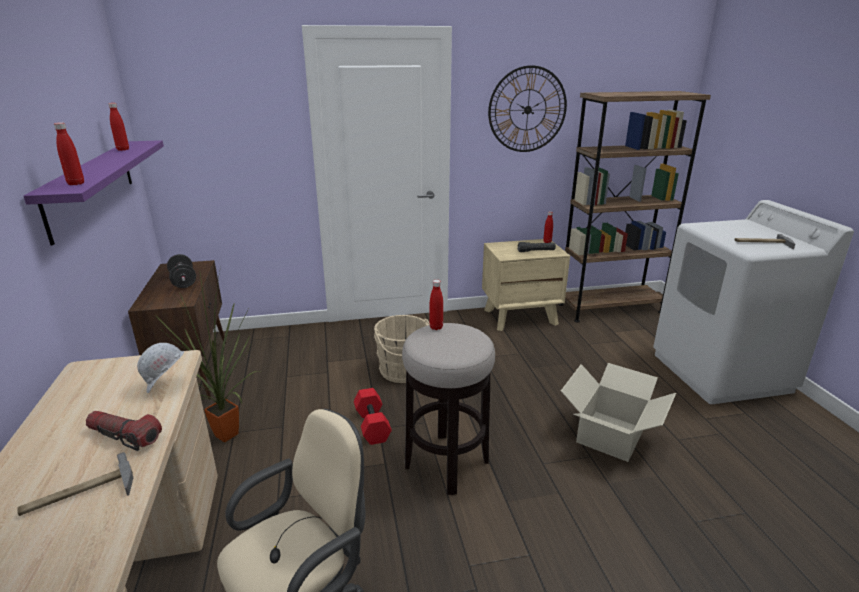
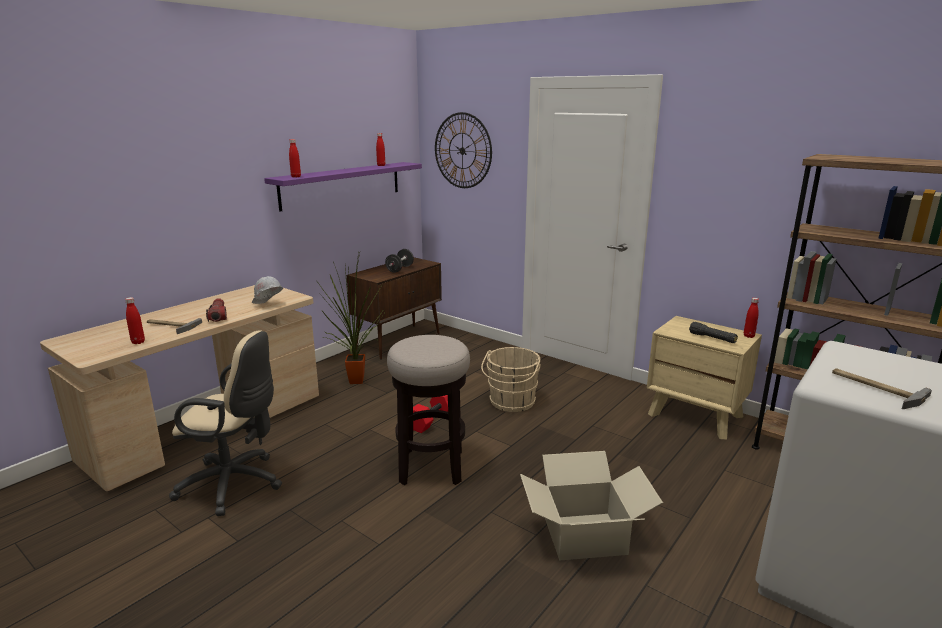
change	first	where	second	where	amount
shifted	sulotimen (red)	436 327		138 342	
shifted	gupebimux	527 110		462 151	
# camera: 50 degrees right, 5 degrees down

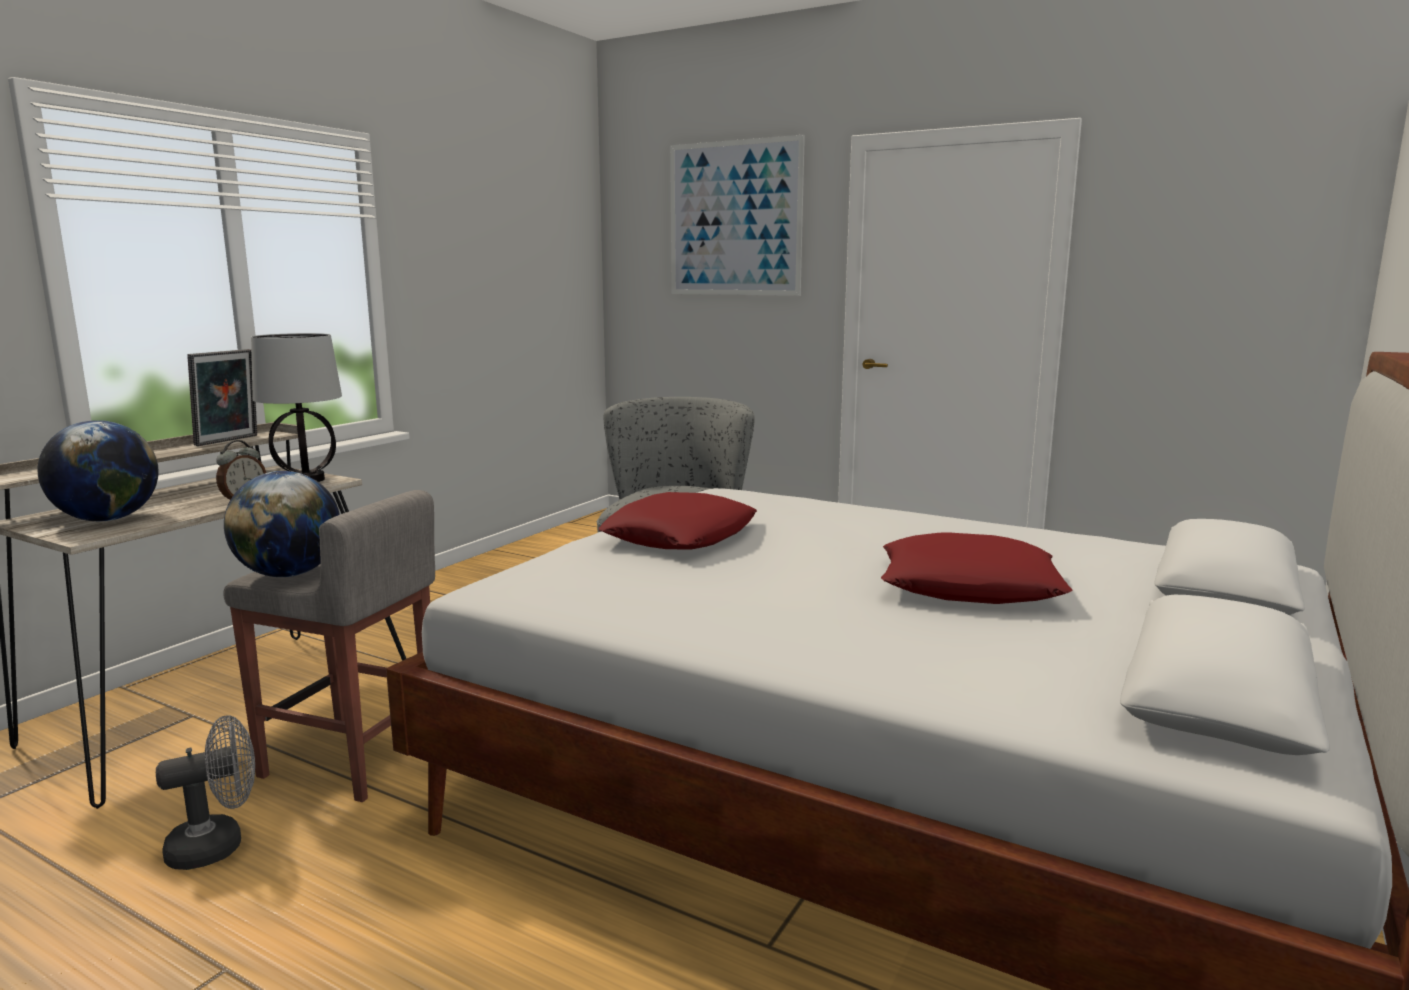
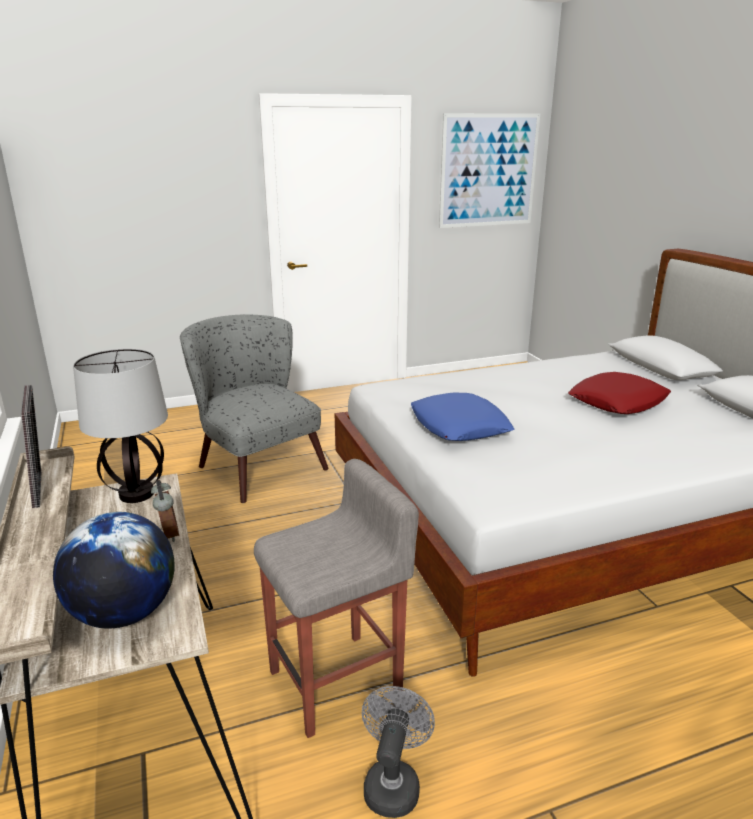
change	first	where	second	where	amount
gone	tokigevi	289 574			
repainted	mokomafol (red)	680 536	mokomafol (blue)	459 426	
shifted	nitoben	734 219		488 171	
# camera: 50 degrees left, 10 degrees up

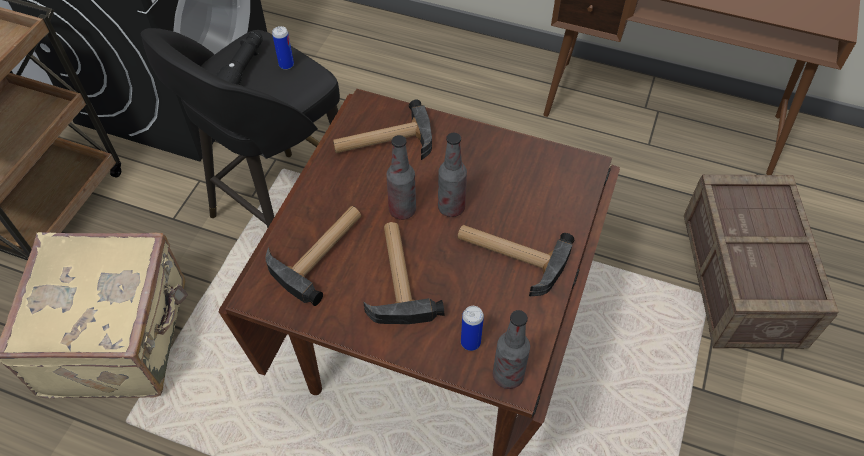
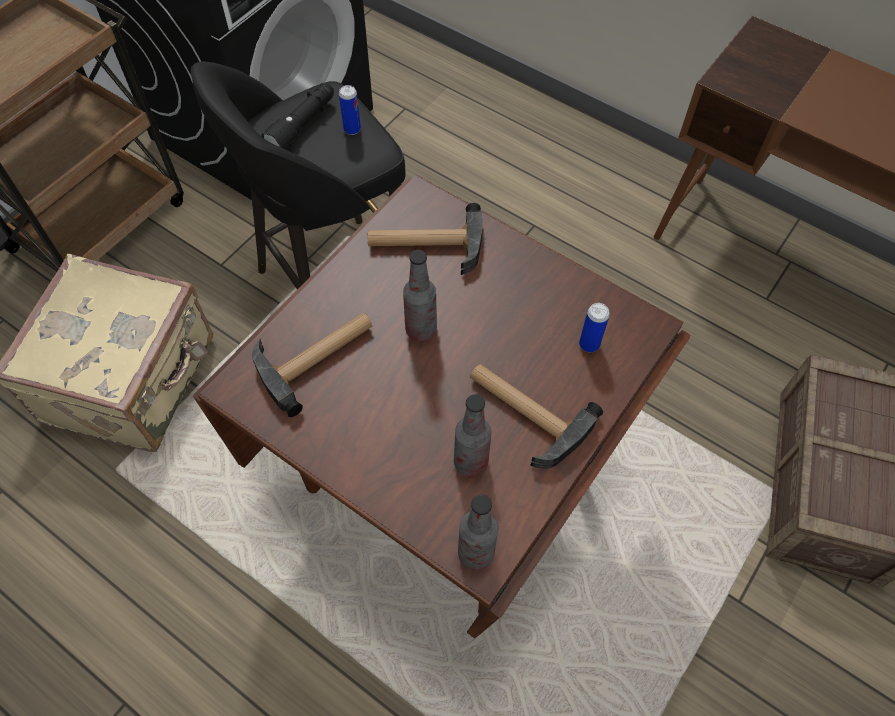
change	first	where	second	where	amount
gone	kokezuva	397 276			
shifted	sulotimen	451 207		470 462	
shifted	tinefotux	470 342		589 344	
# camera: 15 degrees right, 5 degrees up

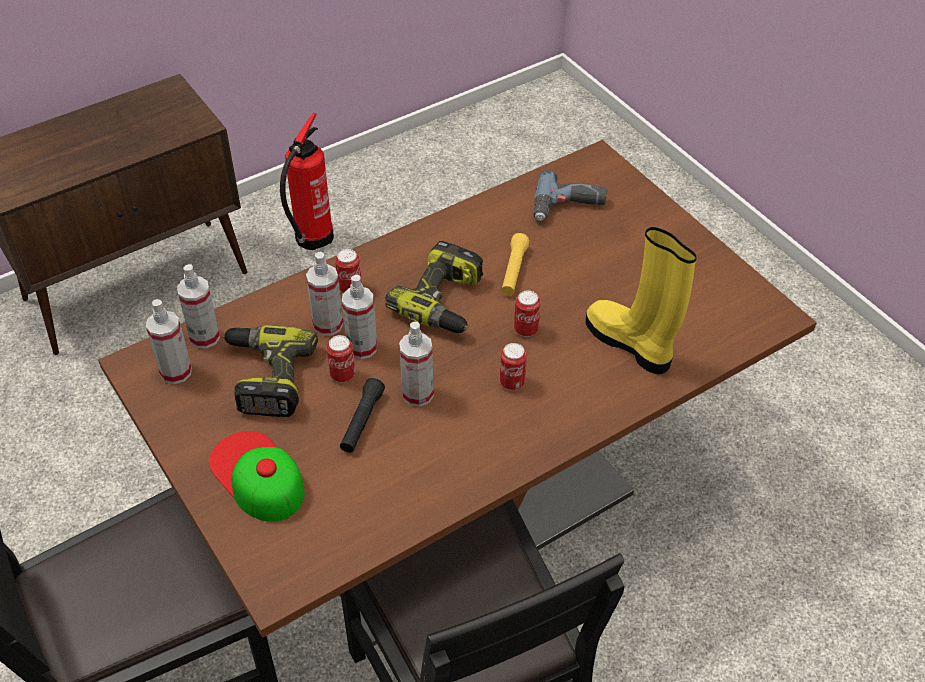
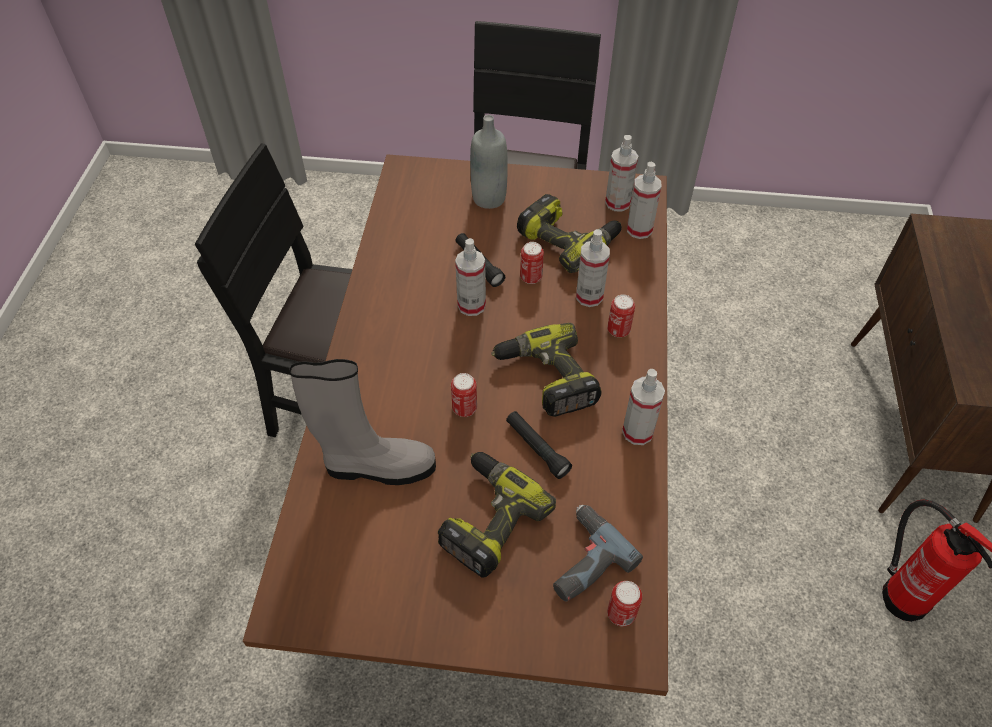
change	first	where	second	where	amount
swapped	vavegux	257 476	sulotimen (grey)	489 198	
shifted	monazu	362 347		637 432	
shifted	tinefotux	512 382		621 614	
repainted	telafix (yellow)	514 271	telafix (black)	537 448	
repainted	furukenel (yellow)	631 344	furukenel (grey)	377 467	
new			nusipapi	487 518	
# camera: 130 degrees right, 5 degrees up

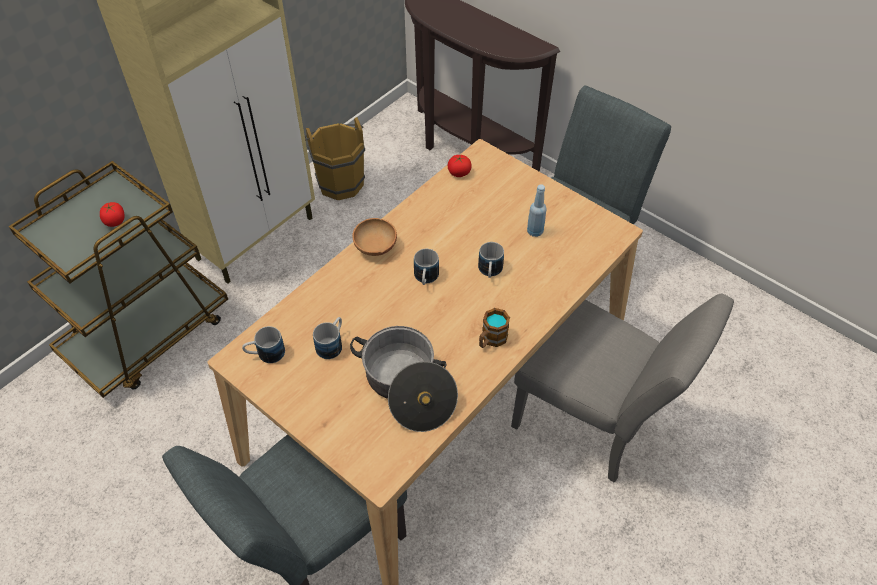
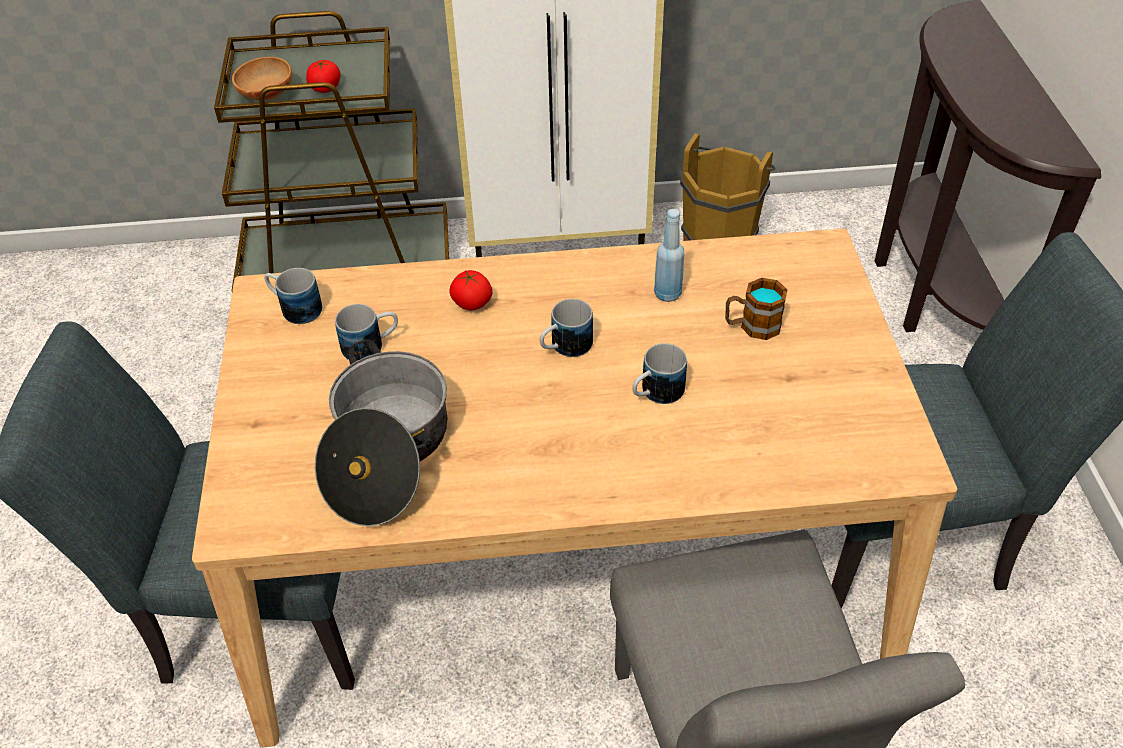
change	first	where	second	where	amount
shifted	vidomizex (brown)	375 248		265 95	
shifted	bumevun	459 173		472 303	
shifted	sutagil	491 340		752 326	
shifted	sulotimen (blue)	535 231		668 294	
# camera: 45 degrees right, 5 degrees down

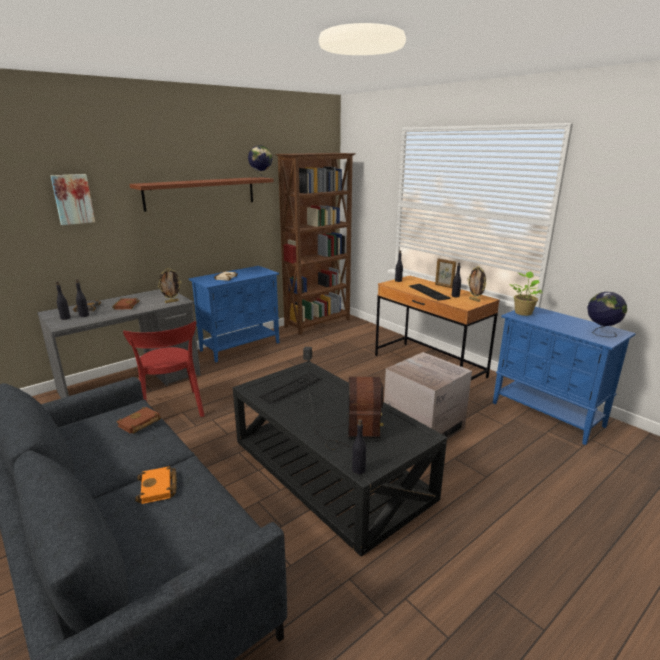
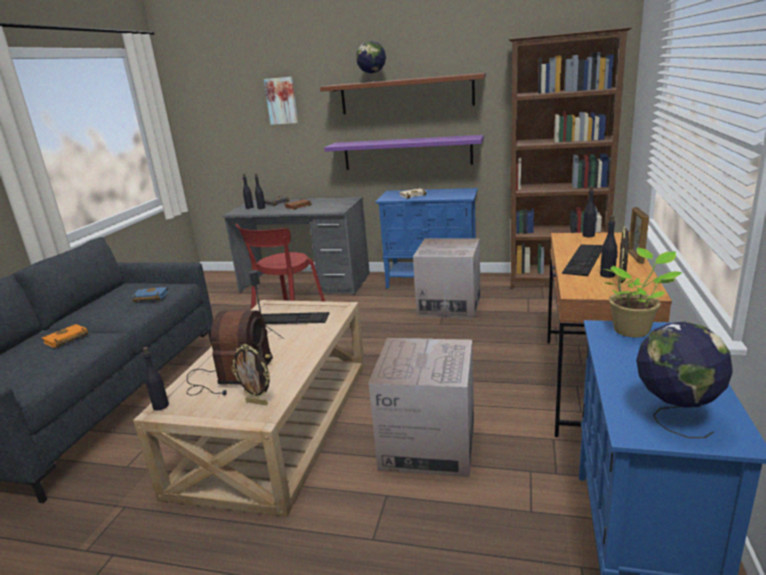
change	first	where	second	where	amount
repainted	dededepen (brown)	139 424	dededepen (blue)	149 297	
shifted	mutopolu	171 301		257 402	
repainted	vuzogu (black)	328 469	vuzogu (beige)	276 422	
shifted	tokigevi	261 178		373 82	
rotated	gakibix	352 432		230 376	45 degrees counterclockwise
new			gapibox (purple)	407 153	
new			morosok	449 305	
# camera: 55 degrees right, 0 degrees up

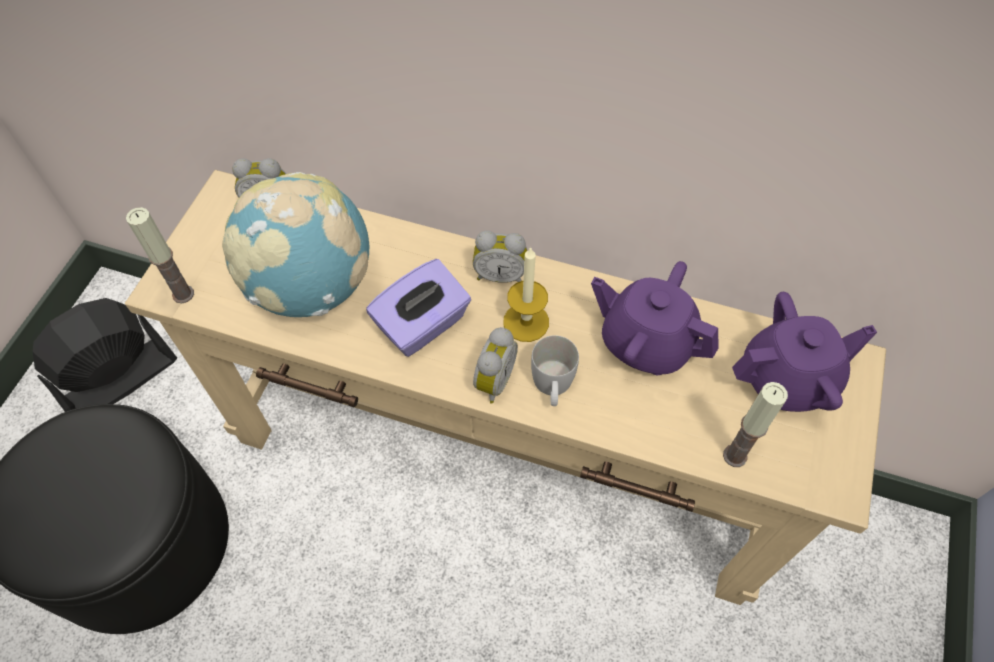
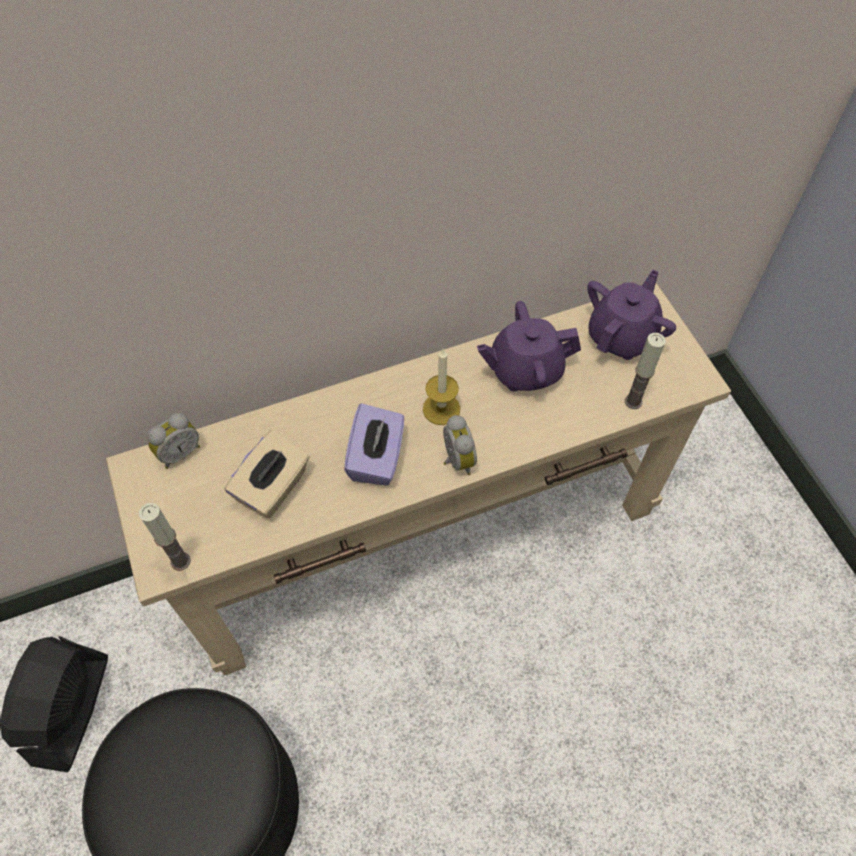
change	first	where	second	where	amount
swapped	tokigevi	312 286	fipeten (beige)	273 488	
gone	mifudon	500 274			
gone	sutagil (white)	552 387			
# camera: 40 degrees left, 0 degrees up

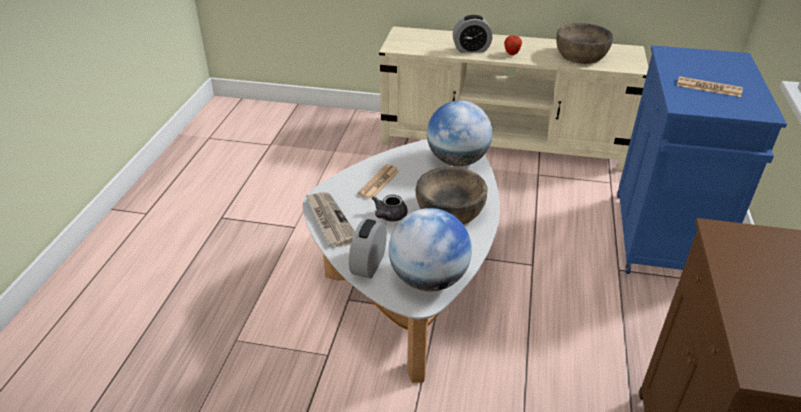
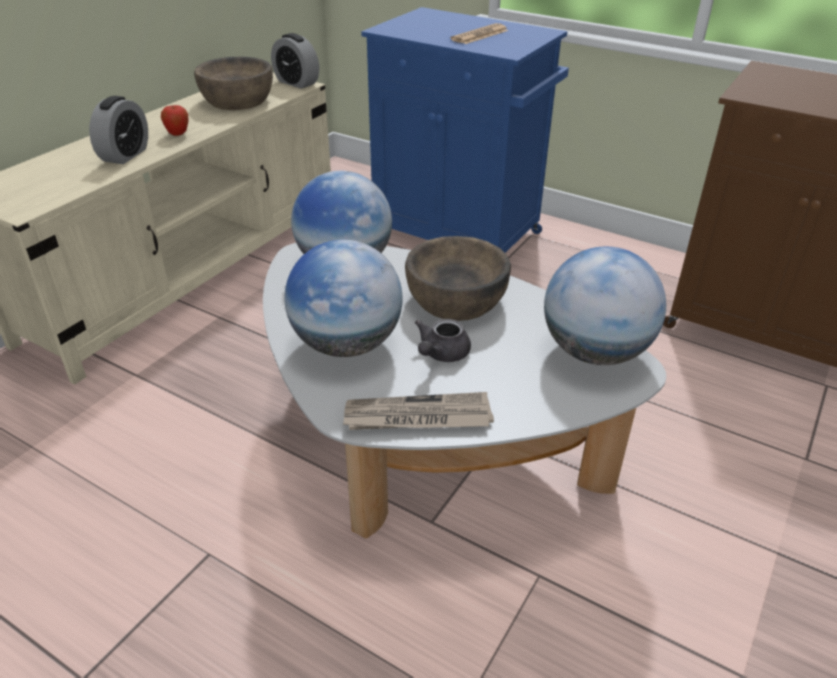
change	first	where	second	where	amount
shifted	mifudon	368 265		296 83	
swapped	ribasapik	379 182	tokigevi	347 344	
rotated	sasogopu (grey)	389 217		441 354	75 degrees clockwise
# camera: 70 degrees left, 0 degrees up

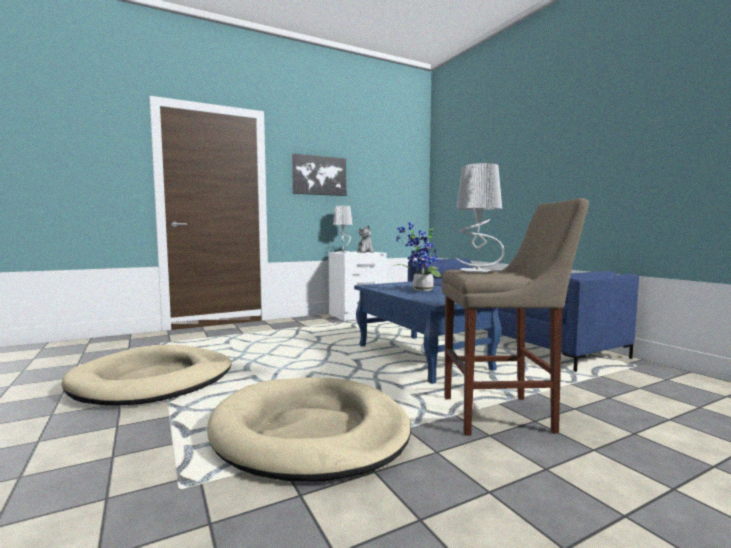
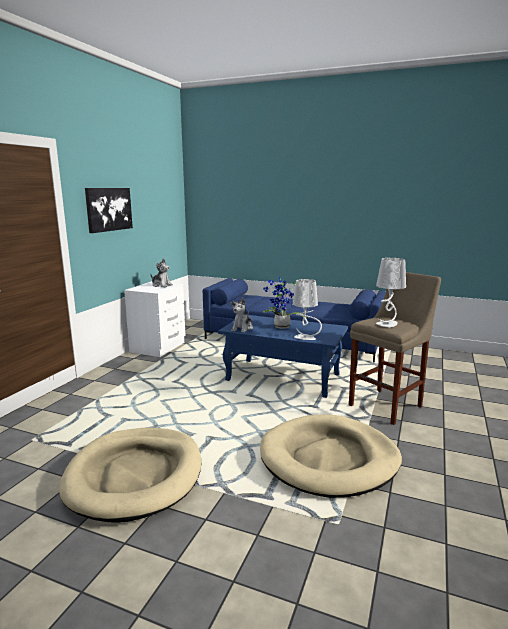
change	first	where	second	where	amount
shifted	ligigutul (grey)	343 252		305 338	
new			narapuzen	242 328	
# camera: 40 degrees left, 10 degrees up

